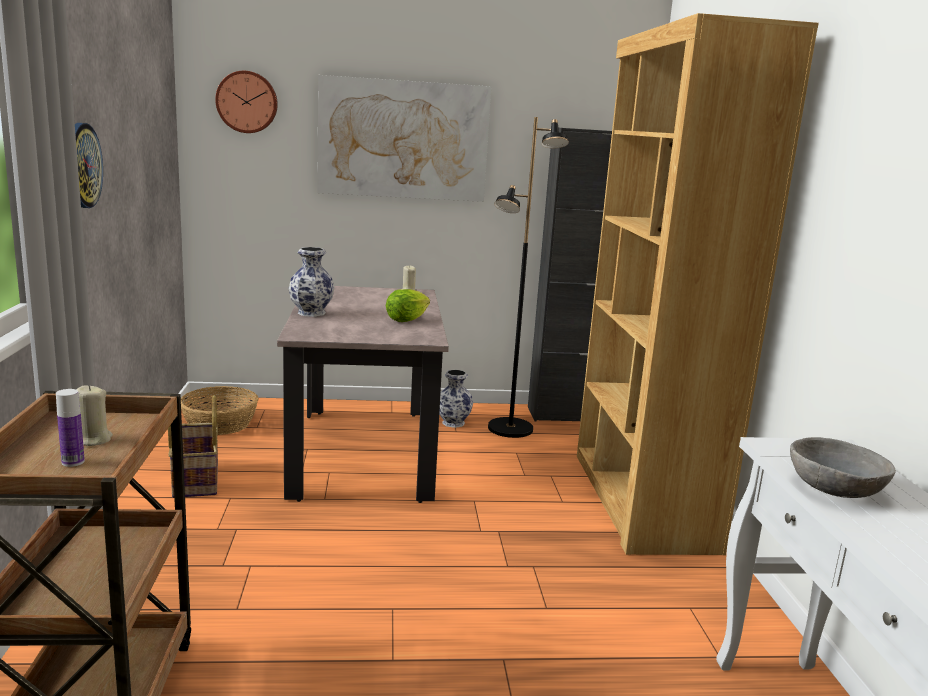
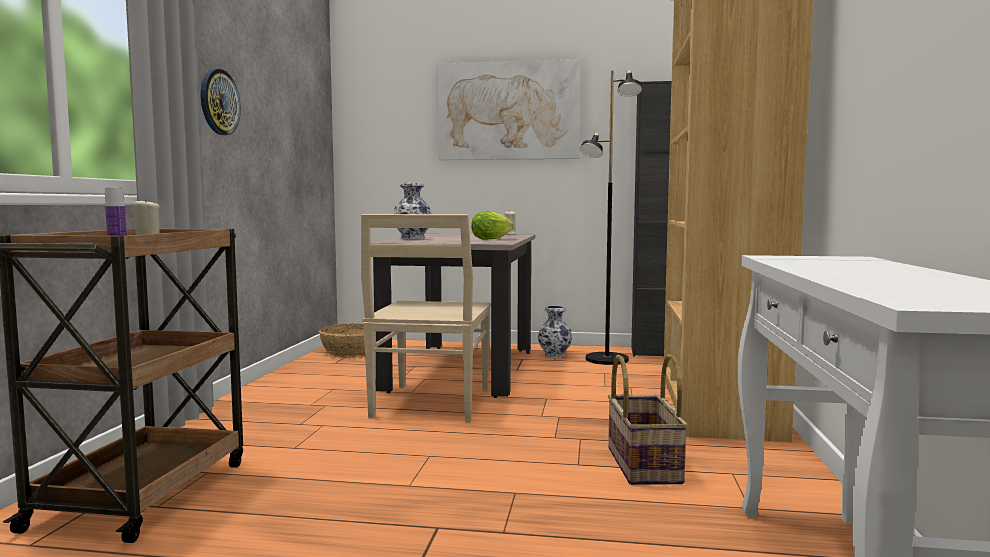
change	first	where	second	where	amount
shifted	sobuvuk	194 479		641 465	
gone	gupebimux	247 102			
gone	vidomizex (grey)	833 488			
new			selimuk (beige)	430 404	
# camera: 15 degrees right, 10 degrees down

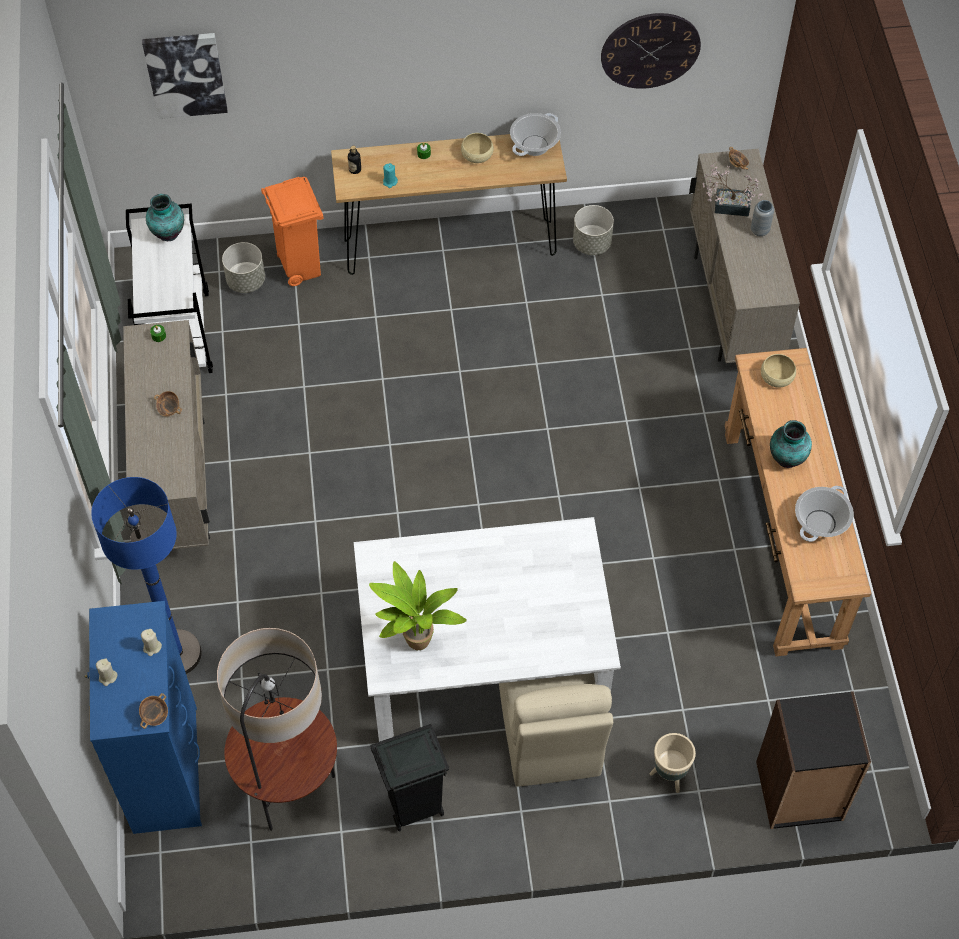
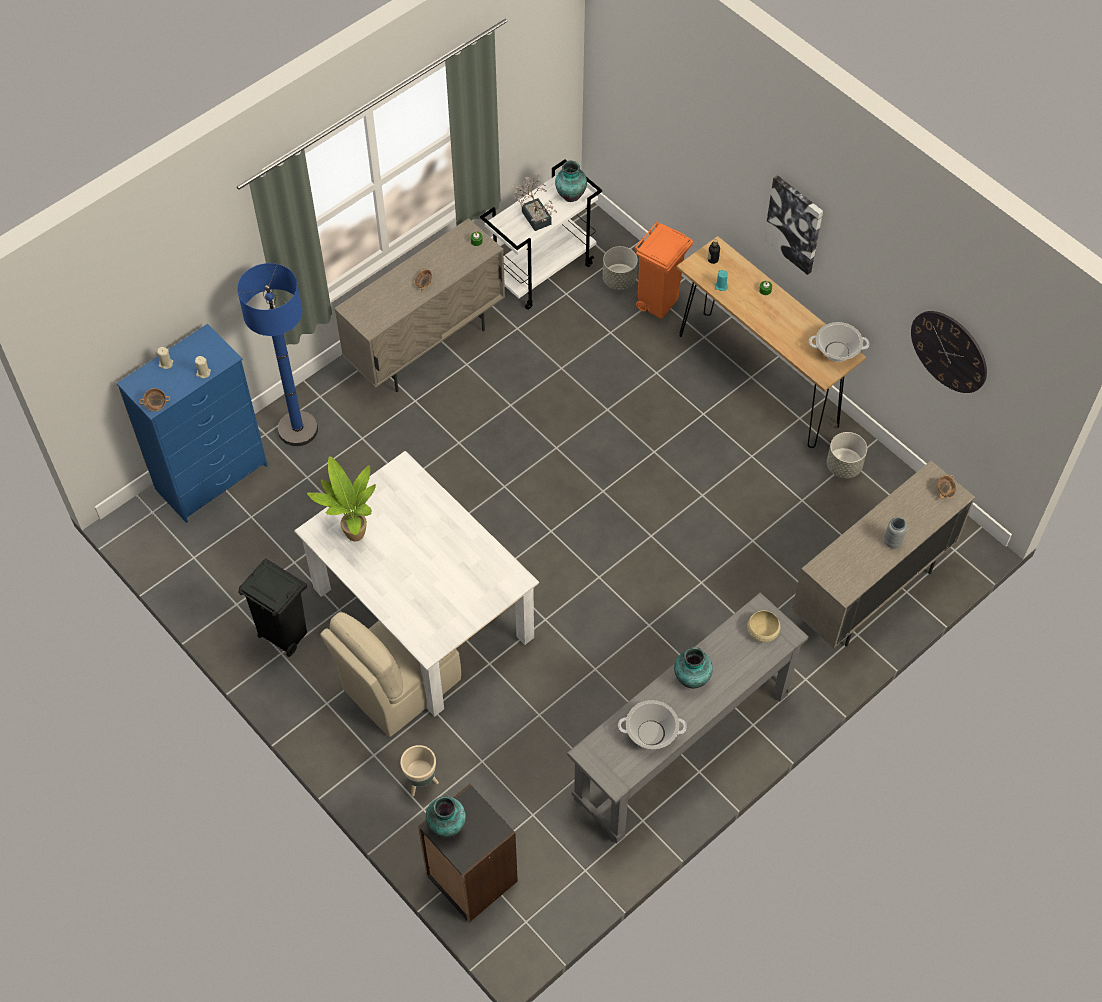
change	first	where	second	where	amount
shifted	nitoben	185 74		794 224	
gone	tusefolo	290 792			
gone	vidomizex (beige)	477 155			
shifted	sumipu	727 205		535 215	
repainted	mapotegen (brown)	781 538	mapotegen (grey)	682 746	
new			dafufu	447 827	
# camera: 55 degrees right, 0 degrees up

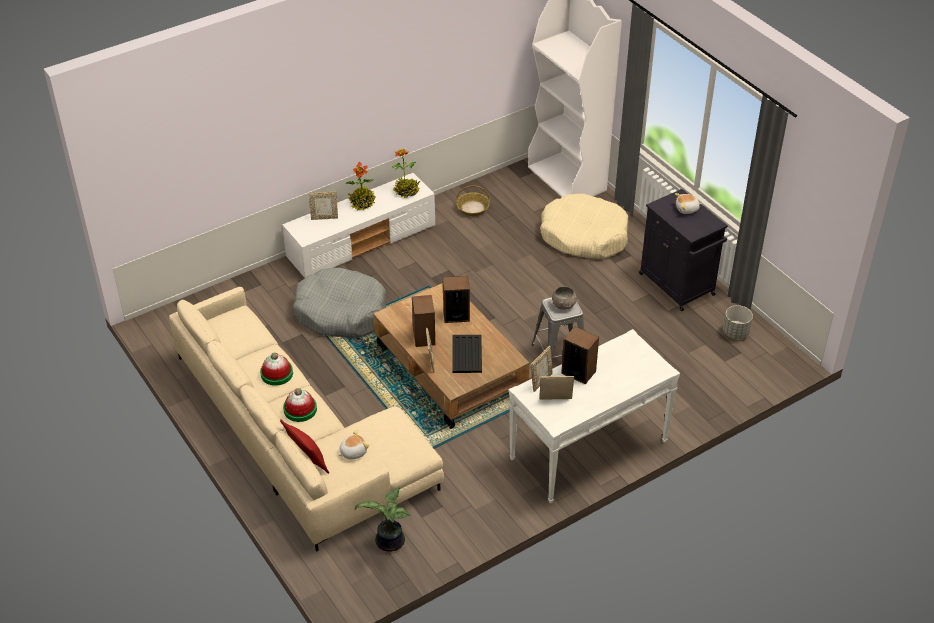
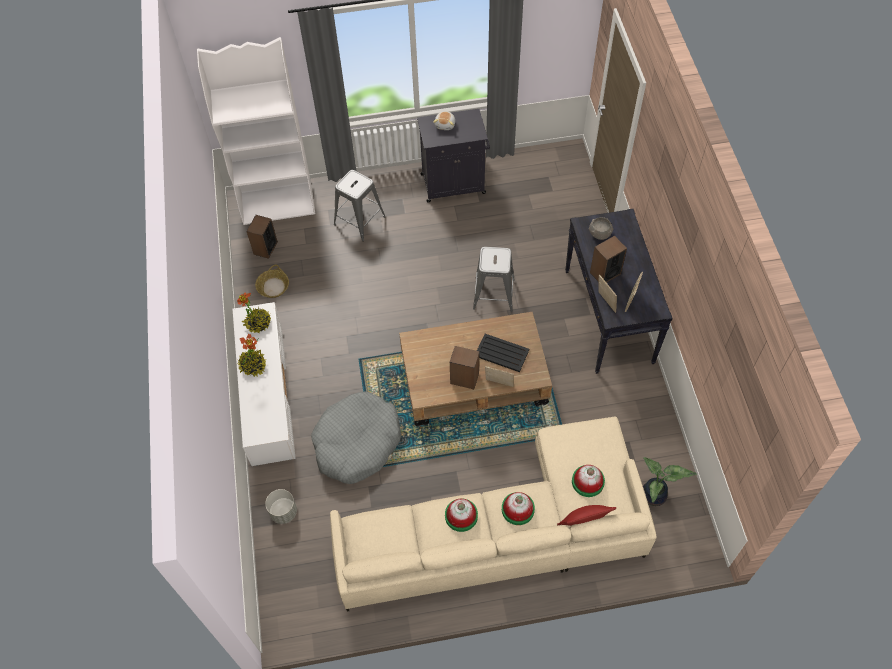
change	first	where	second	where	amount
gone	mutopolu	324 217			
swapped	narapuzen	353 452	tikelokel	588 482	
shifted	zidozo	456 315		265 248	
repainted	mapotegen (white)	588 450	mapotegen (black)	609 316	
swapped	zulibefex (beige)	584 236	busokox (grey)	359 220	
shifted	vidomizex (grey)	564 304		600 233	
shifted	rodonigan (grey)	735 332		283 512	
# camera: 65 degrees left, 15 degrees up

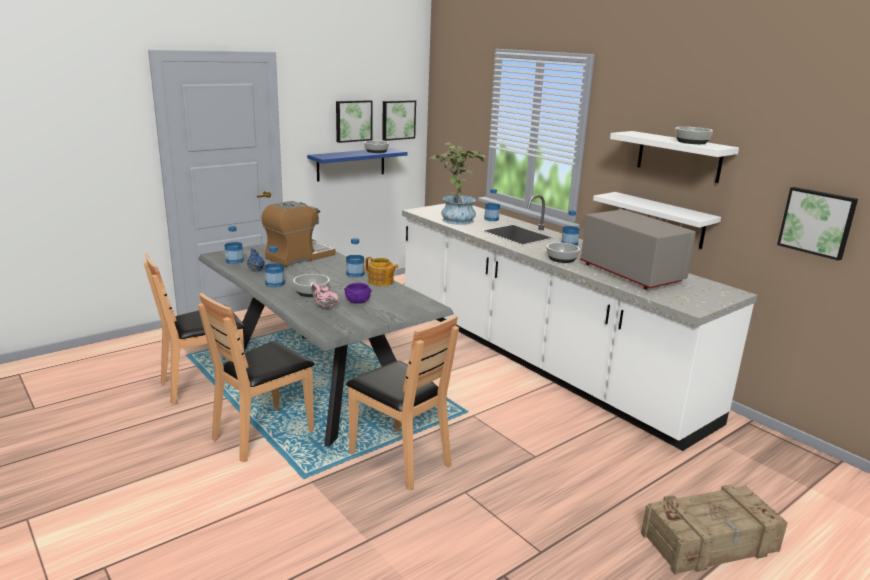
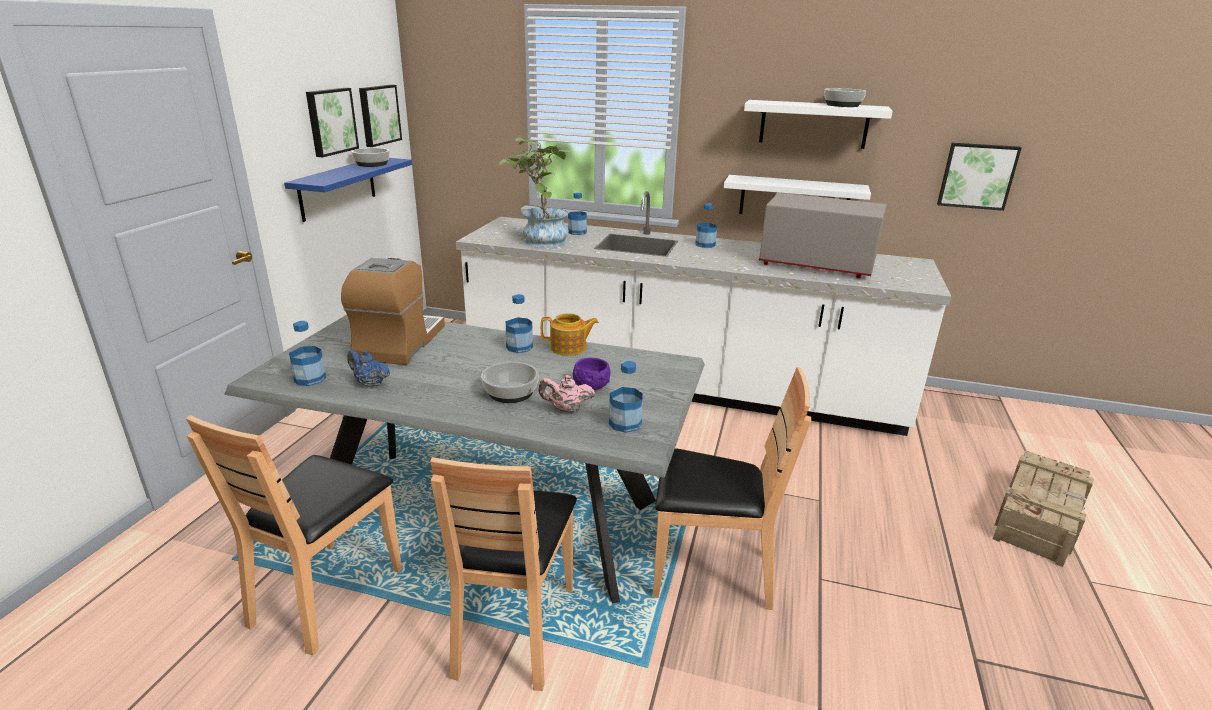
change	first	where	second	where	amount
shifted	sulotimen	275 284		625 423	
gone	vidomizex	561 259			
# camera: 35 degrees left, 5 degrees up

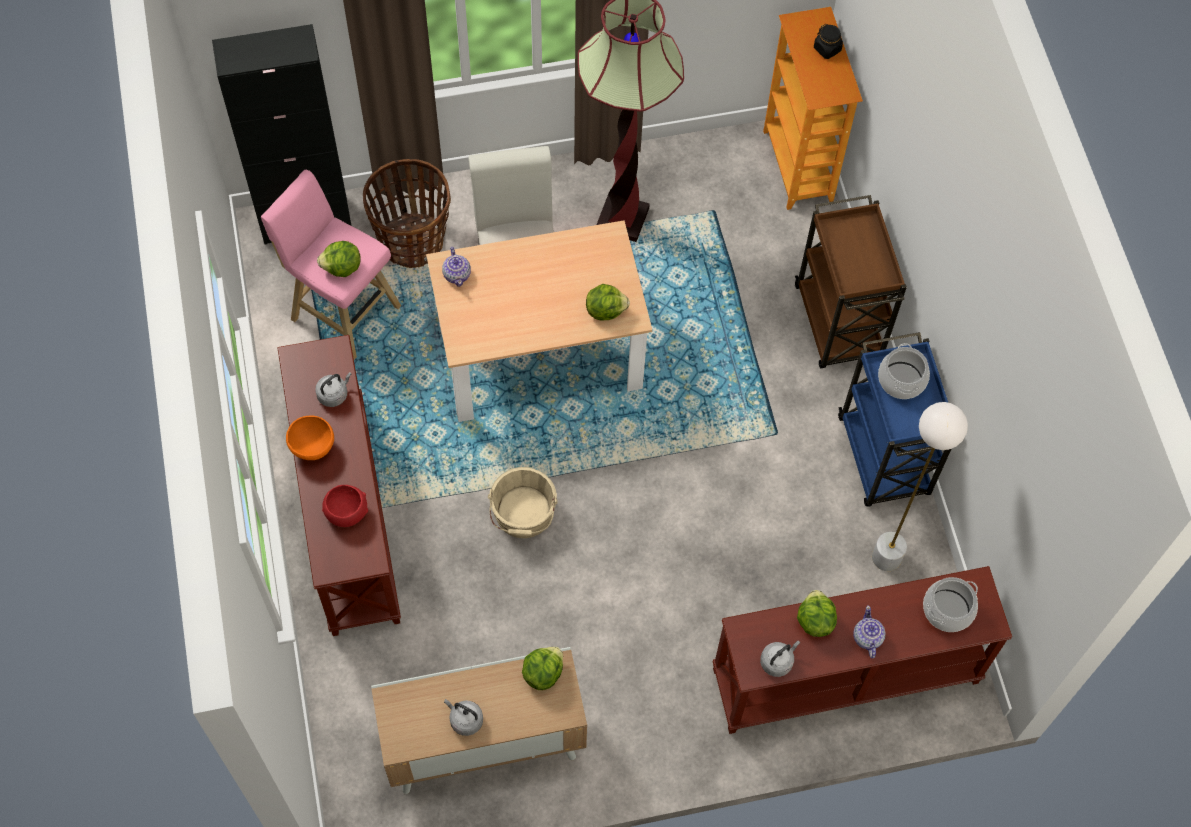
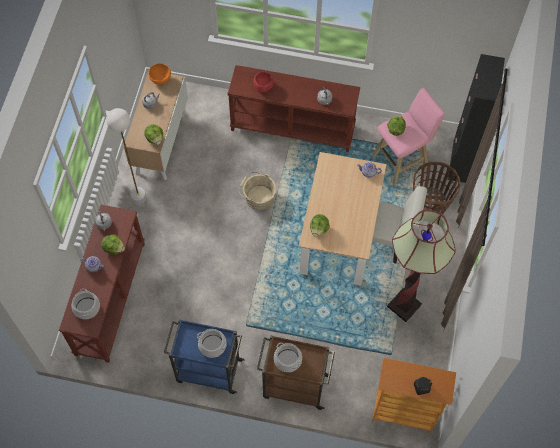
change	first	where	second	where	amount
shifted	vidomizex (orange)	312 448		160 80	
shifted	tusefolo (white)	886 557		139 200	
new			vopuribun	288 360	
# camera: 115 degrees right, 0 degrees up

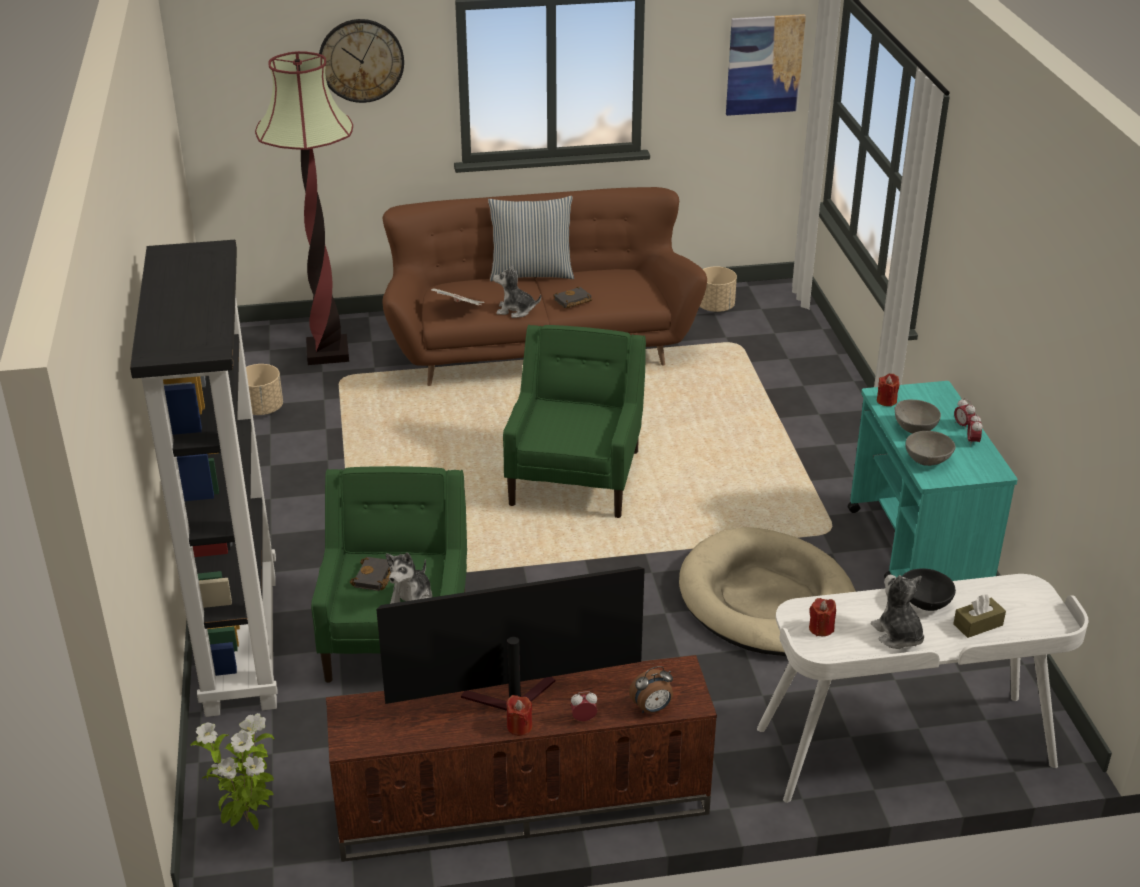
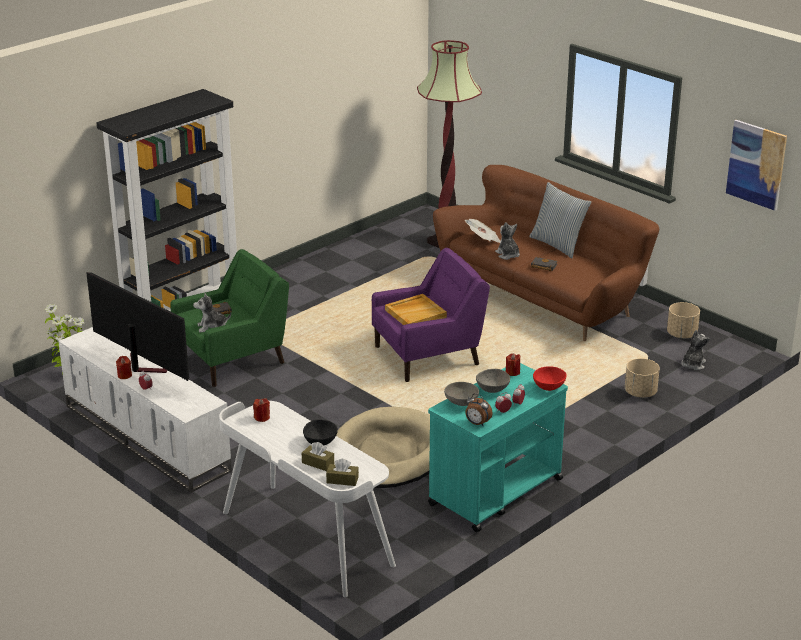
change	first	where	second	where	amount
shifted	rodonigan (beige)	262 409		640 393	
gone	gupebimux	361 60			
repainted	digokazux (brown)	520 807	digokazux (white)	144 438	
repainted	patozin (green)	576 476	patozin (purple)	429 355	
shifted	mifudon	652 708		477 423	
shifted	narapuzen	897 635		693 364	
new			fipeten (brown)	342 480	
new			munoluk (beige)	415 313	
new			vidomizex (red)	549 387	
# camera: 55 degrees right, 5 degrees down

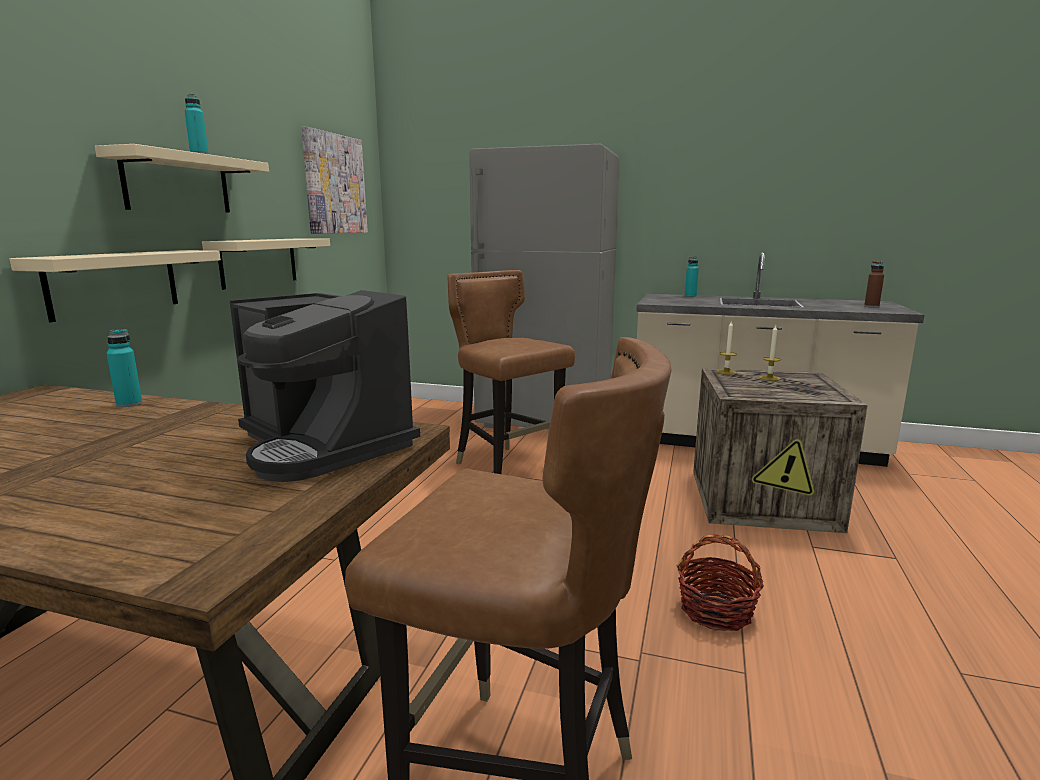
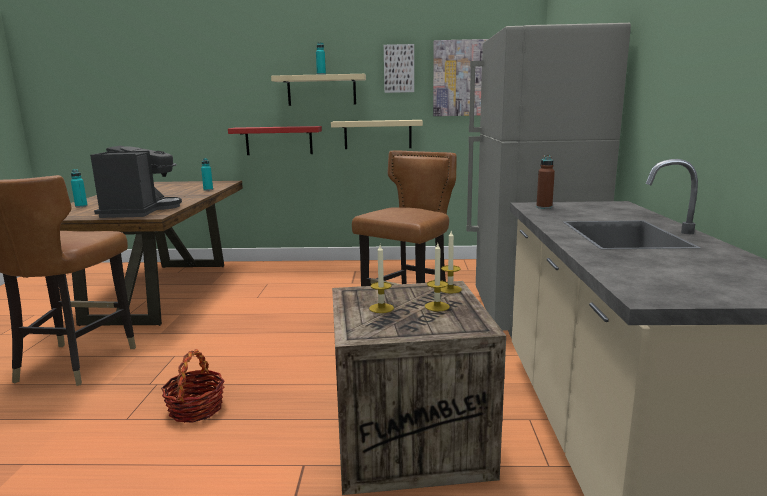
change	first	where	second	where	amount
repainted	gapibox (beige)	114 283	gapibox (red)	279 140	
rotated	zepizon	324 445		139 211	150 degrees clockwise
shifted	sulotimen (turquoise)	690 296		81 206	
shifted	sulotimen (brown)	871 306		544 207	
new			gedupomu	381 308	
new			nitoben	399 68	
# camera: 75 degrees right, 0 degrees up

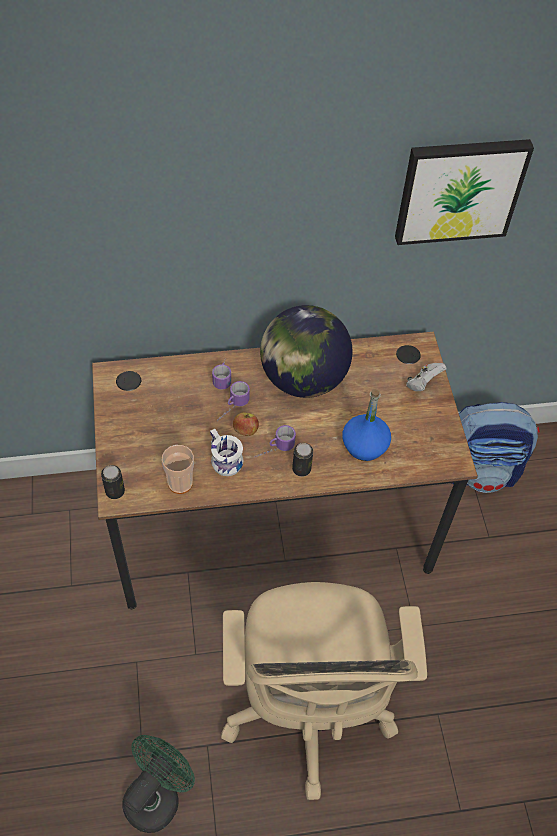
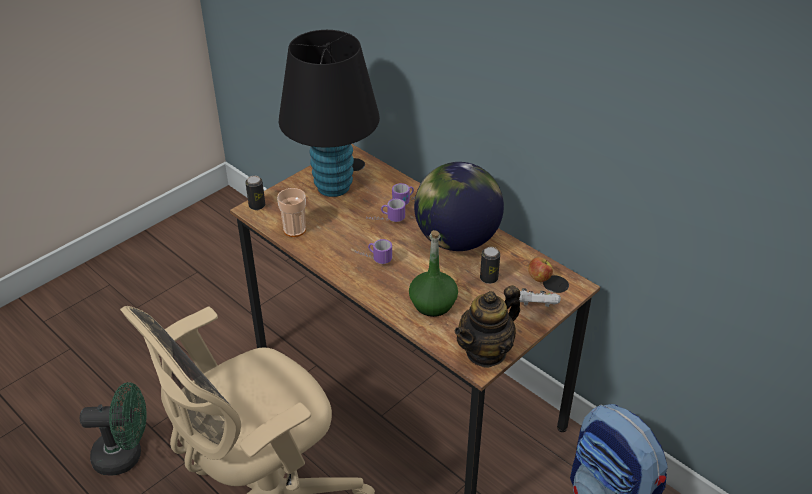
change	first	where	second	where	amount
gone	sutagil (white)	222 460			
shifted	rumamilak	245 430		539 278	
shifted	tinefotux	301 469		489 278	
repainted	sulotimen (blue)	364 445	sulotimen (green)	433 304	
gone	nitoben	459 190			
new			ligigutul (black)	333 186	
new			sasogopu	486 352	
# camera: 55 degrees right, 15 degrees down

